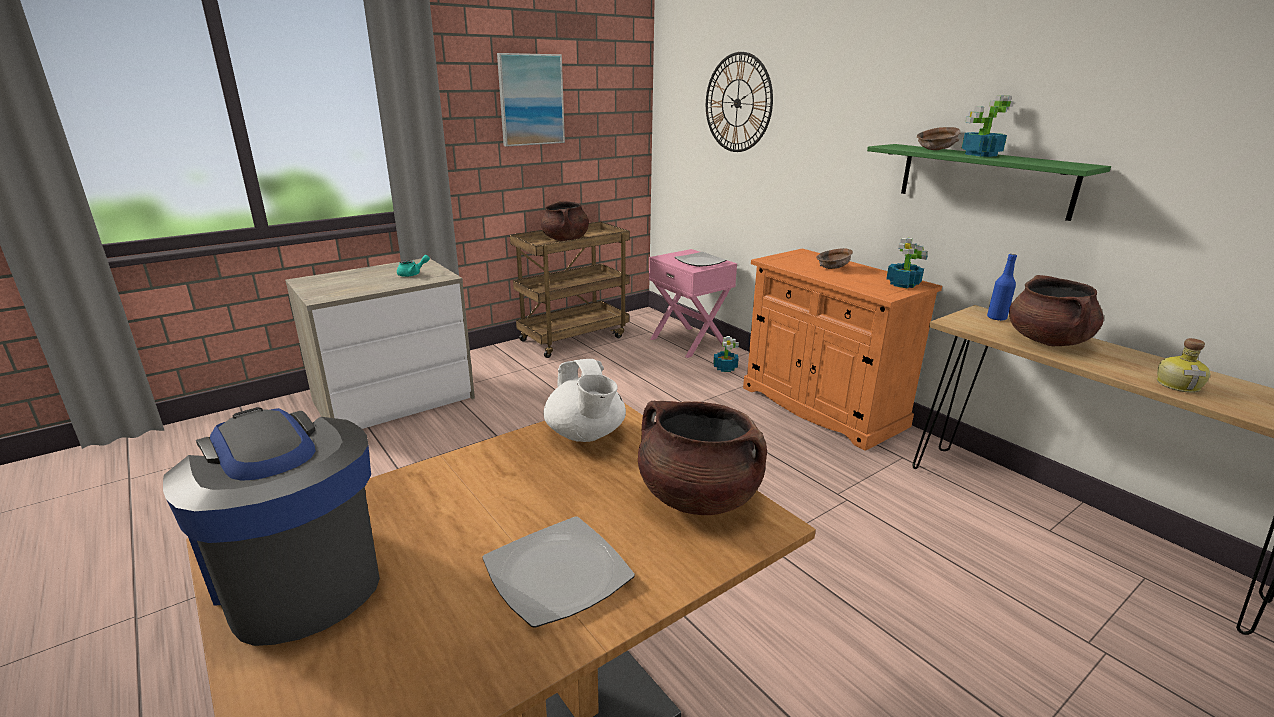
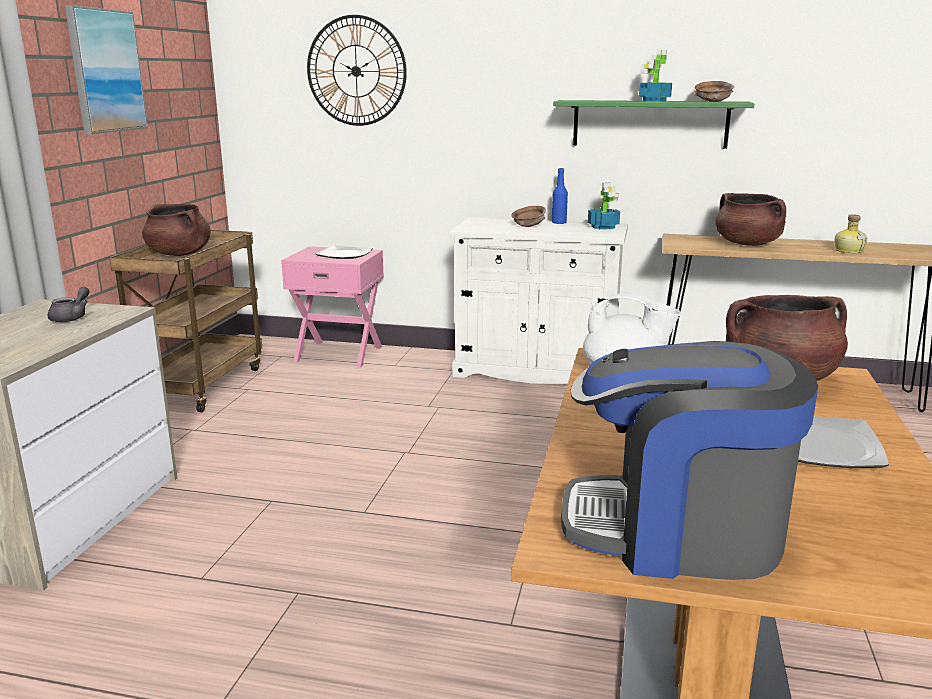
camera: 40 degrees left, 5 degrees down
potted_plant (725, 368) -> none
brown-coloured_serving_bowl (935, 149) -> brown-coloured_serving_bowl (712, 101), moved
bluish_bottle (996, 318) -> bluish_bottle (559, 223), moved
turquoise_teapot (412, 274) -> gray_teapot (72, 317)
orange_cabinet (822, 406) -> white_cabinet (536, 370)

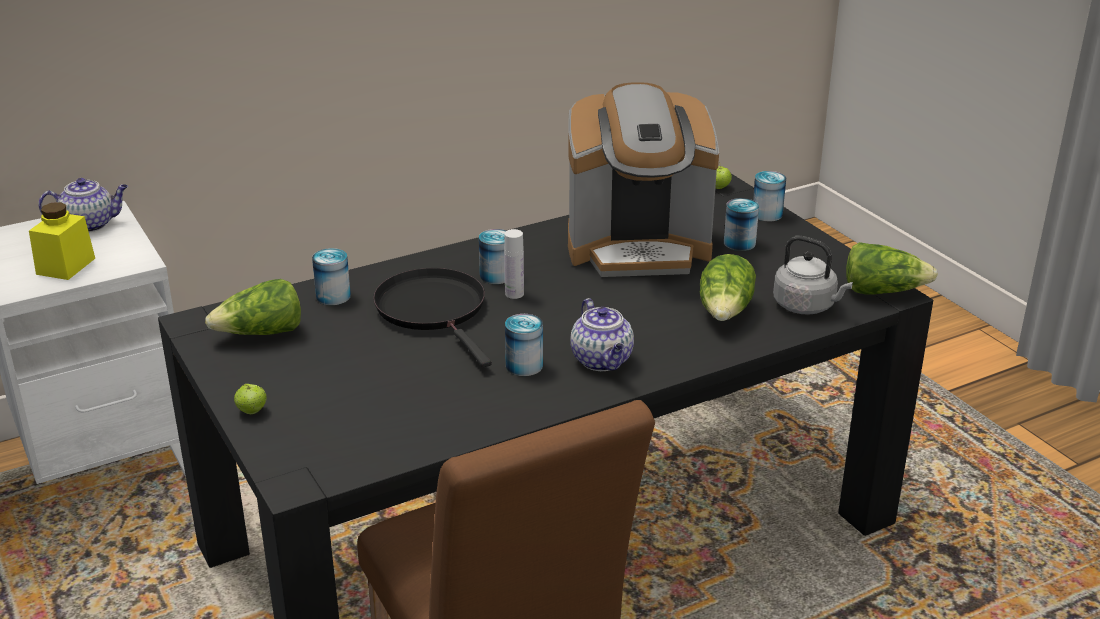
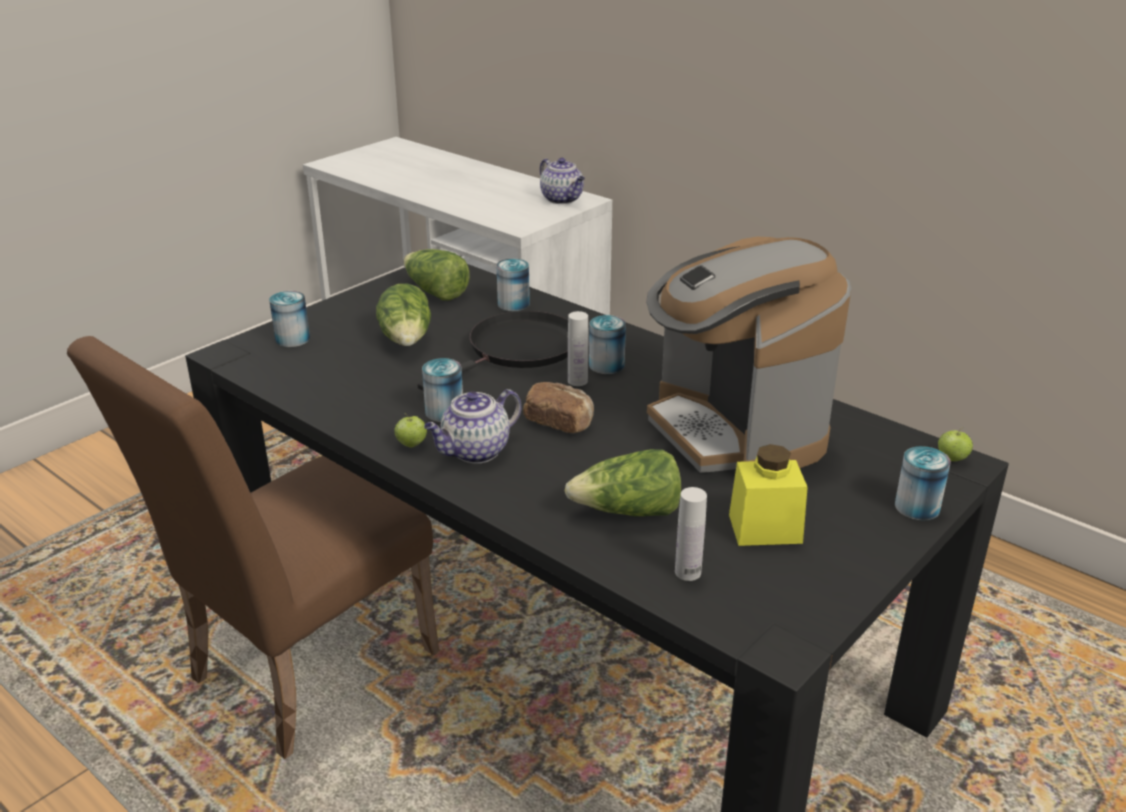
camera: 70 degrees right, 0 degrees up
none -> bread (559, 422)
yellow-coloured_preserve_jar (66, 266) -> yellow-coloured_preserve_jar (765, 529), moved
apple (252, 411) -> apple (411, 444), moved
metal_can (739, 243) -> metal_can (292, 339), moved
head_of_lettuce (882, 291) -> head_of_lettuce (407, 340), moved
gray_water_kettle (807, 306) -> white_bottle (688, 572)

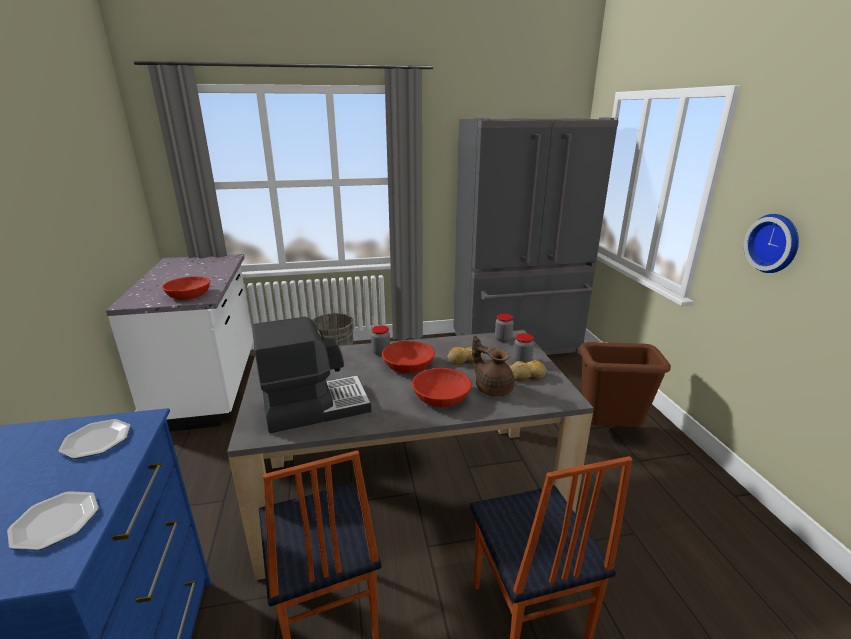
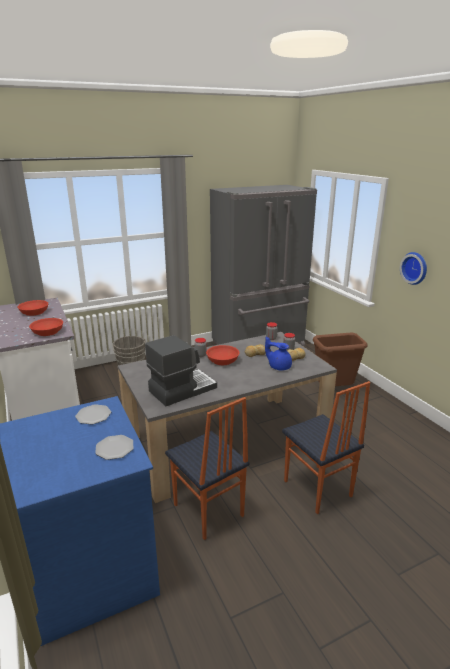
camera: 15 degrees left, 0 degrees up
red-coloured_serving_bowl (441, 396) -> red-coloured_serving_bowl (34, 312), moved
brown-coloured_teapot (492, 388) -> bluish_teapot (279, 366)

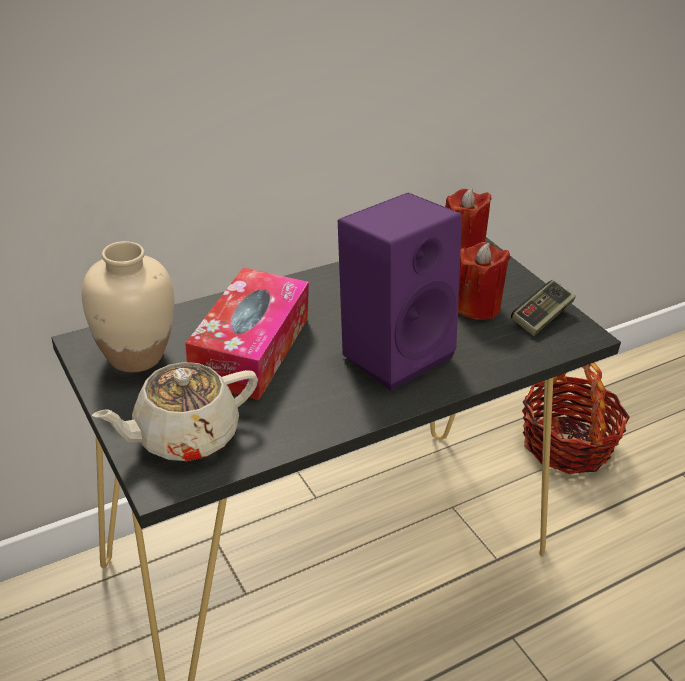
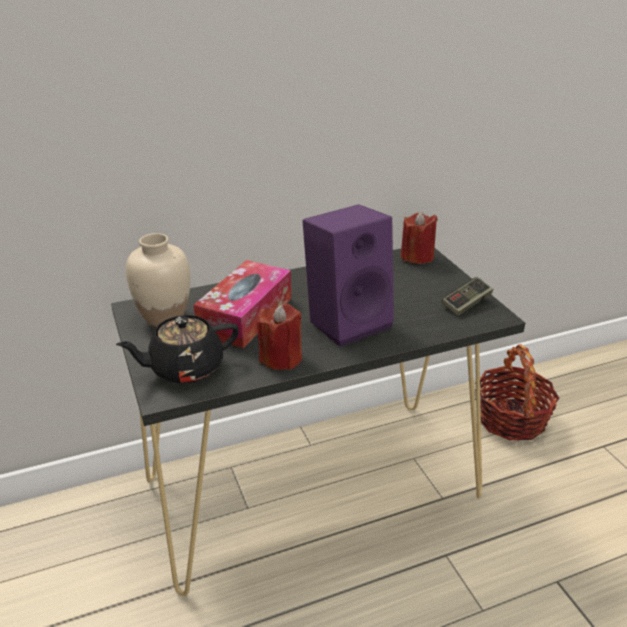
camera: 10 degrees right, 5 degrees down
red-coloured_candle (475, 306) -> red-coloured_candle (281, 358), moved
beige-coloured_teapot (184, 436) -> blackish_teapot (185, 368)

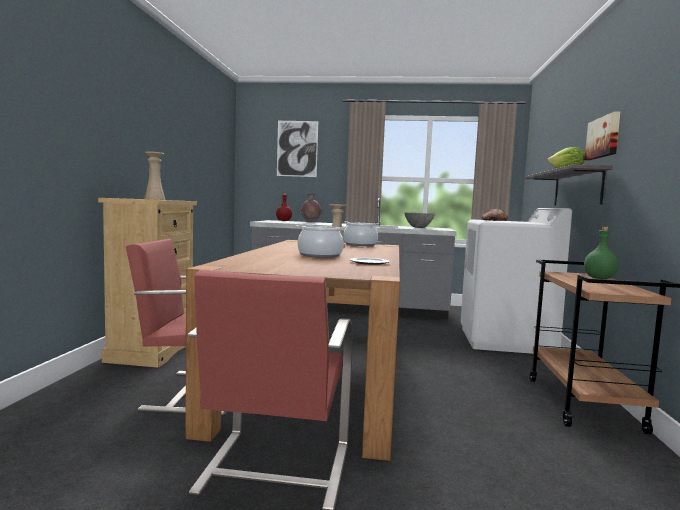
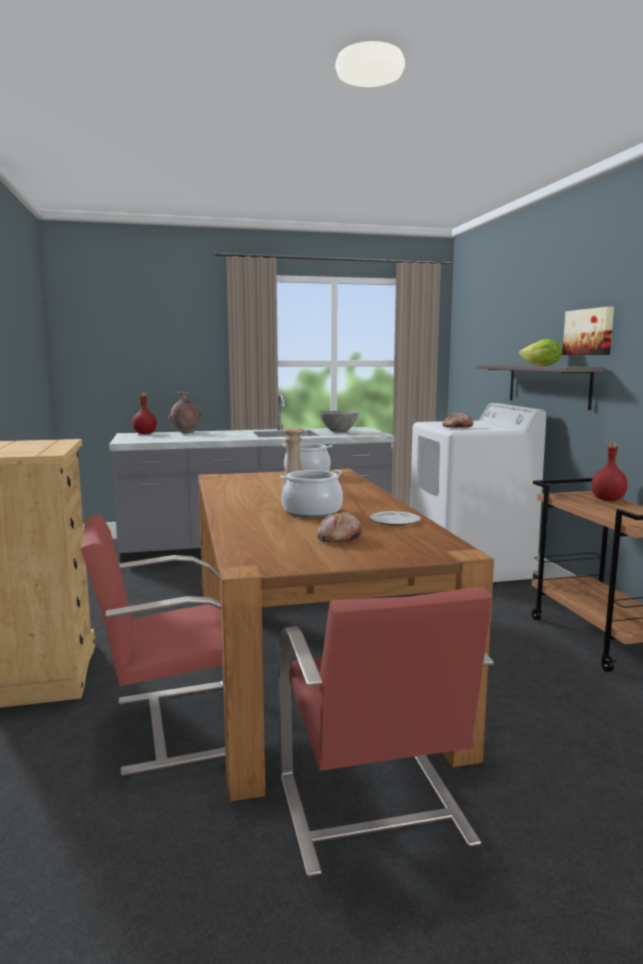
camera: 20 degrees left, 5 degrees up
beige-coloured_flower_vase (154, 199) -> none
picture (297, 148) -> none
none -> bread (338, 538)
green_bottle (600, 278) -> red-coloured_bottle (608, 499)

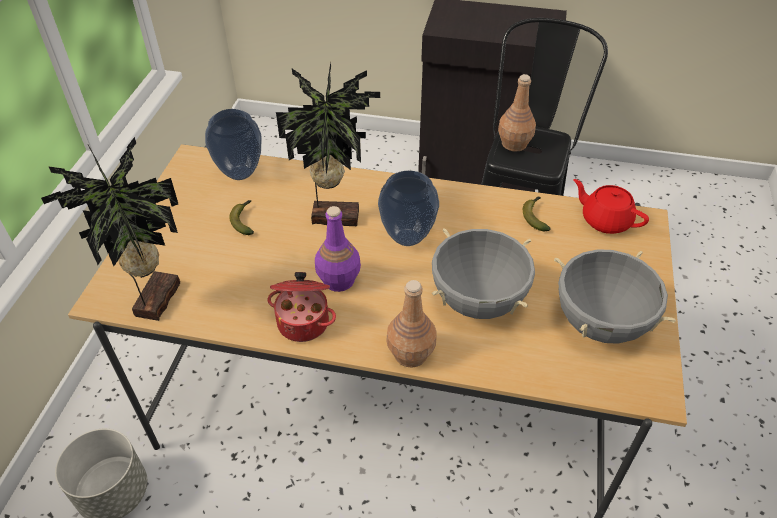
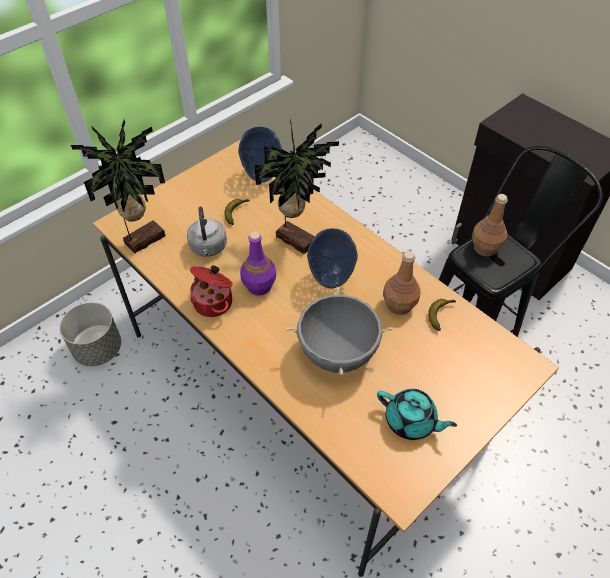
camera: 35 degrees right, 5 degrees up
red-coloured_teapot (605, 220) -> none
none -> gray_water_kettle (208, 248)
brown-coloured_bottle (410, 354) -> brown-coloured_bottle (398, 305), moved
gray_cooking_pot (600, 323) -> turquoise_teapot (411, 421)

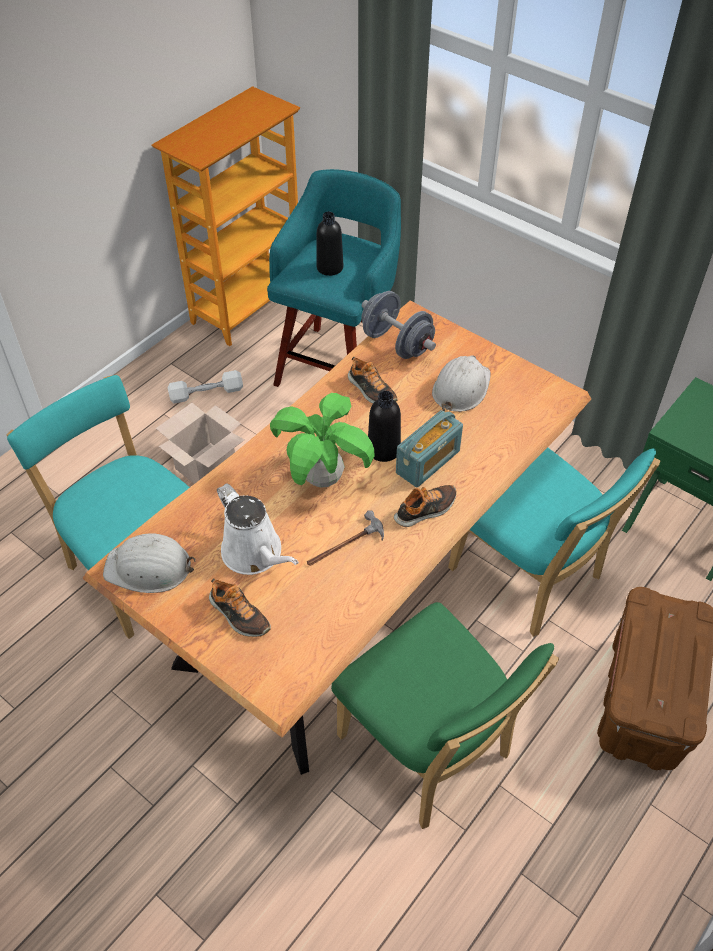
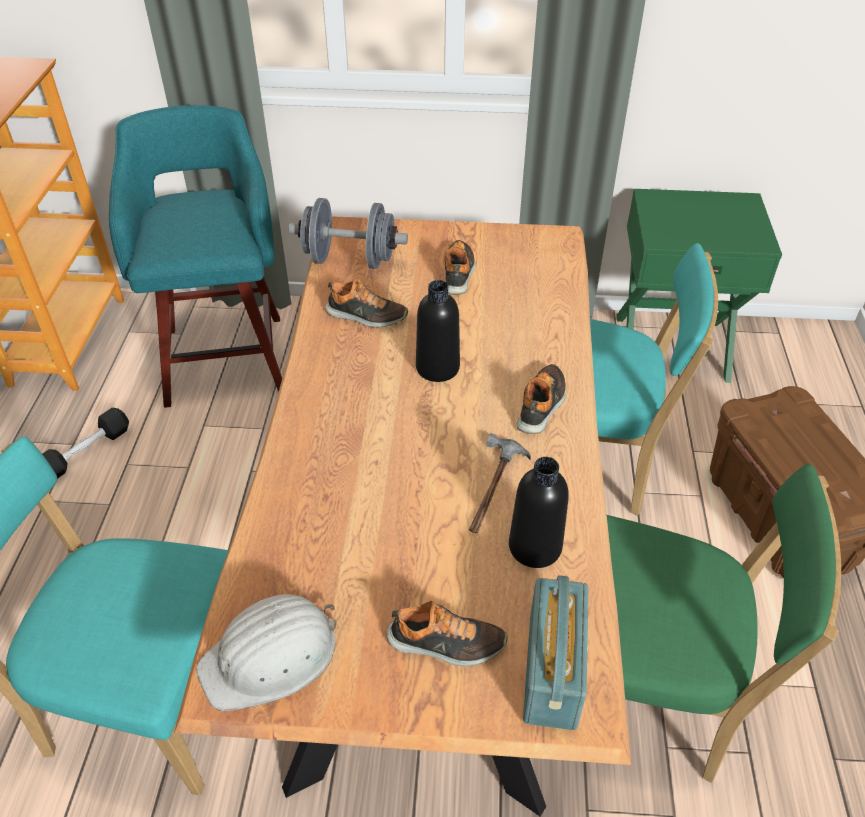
camera: 35 degrees left, 5 degrees down
carton (206, 464) -> none
white_watering_pot (255, 554) -> none
potted_plant (322, 478) -> none
blackish_bottle (330, 267) -> blackish_bottle (535, 547), moved
radio_set (428, 462) -> radio_set (553, 670), moved
white_work_helmet (461, 388) -> low_shoe (458, 273)
white_hand_weight (206, 393) -> blackish_hand_weight (86, 452)

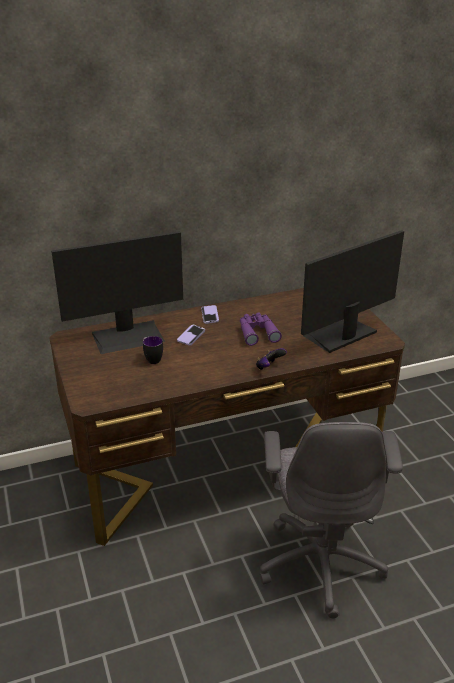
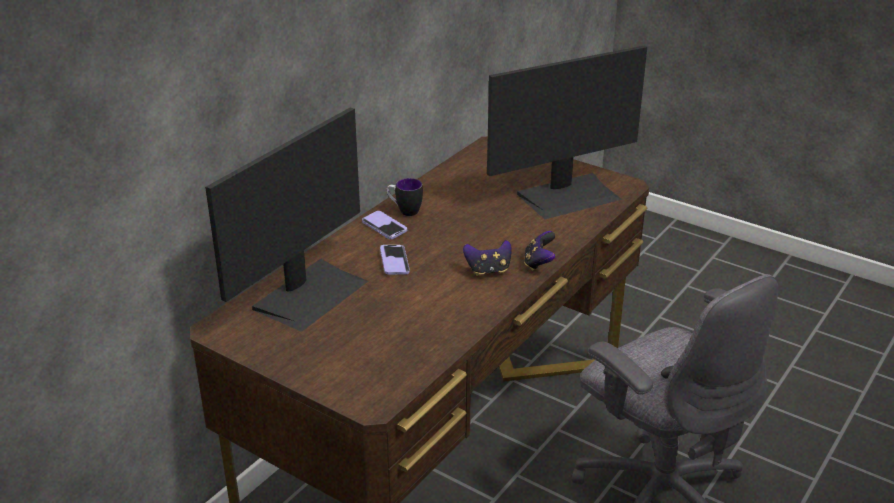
camera: 35 degrees left, 0 degrees up
purplish_binoculars (257, 333) -> none
none -> joypad (488, 270)
coffee_mug (152, 359) -> coffee_mug (404, 211), moved
monitor (341, 335) -> monitor (568, 195), 135 degrees counterclockwise

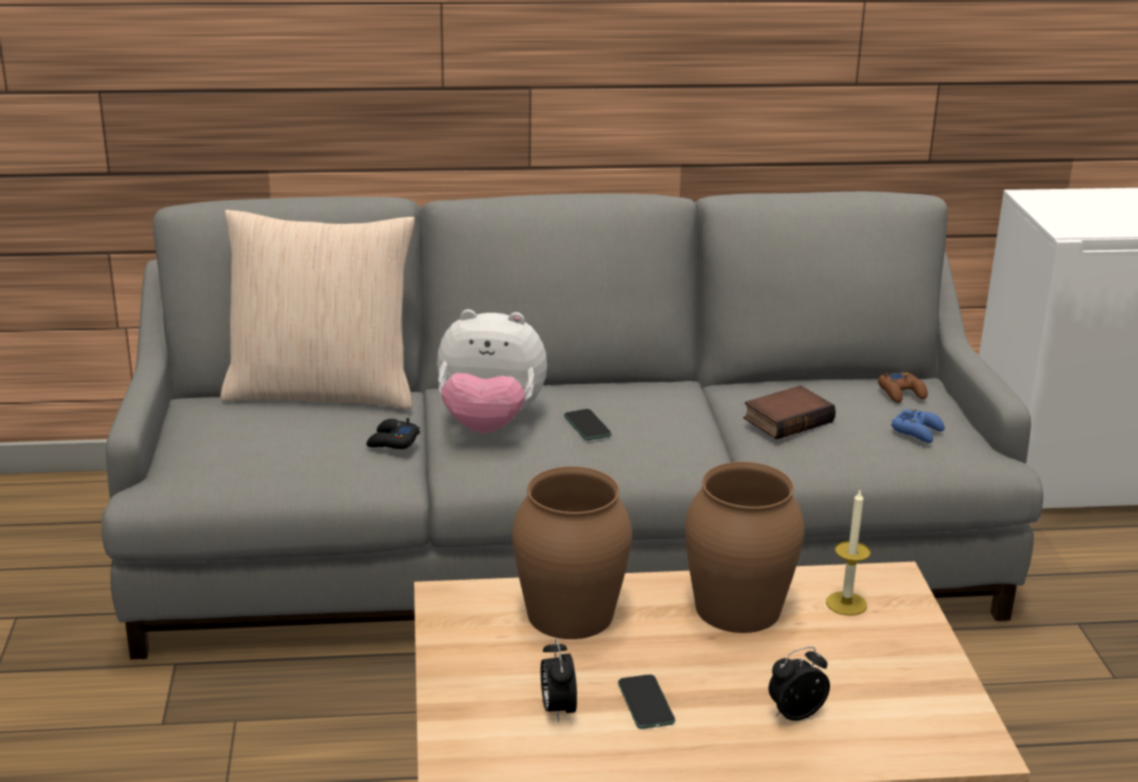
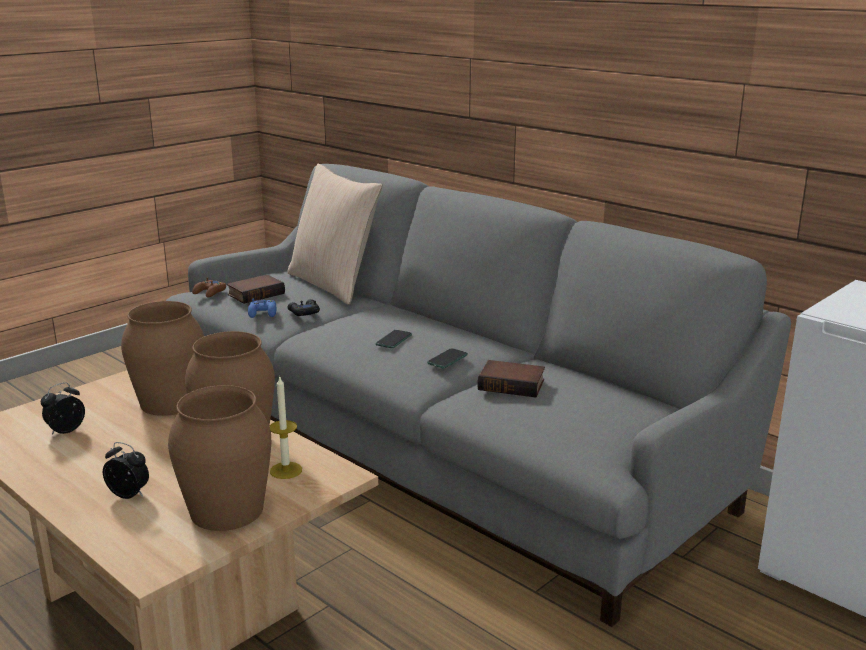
camera: 50 degrees right, 5 degrees down
cuddly_toy (489, 424) -> none
none -> brown-coloured_flower_vase (228, 510)
none -> book (256, 293)
telephone (646, 703) -> telephone (447, 359), moved
brown-coloured_joypad (902, 393) -> brown-coloured_joypad (210, 292), moved
bluish_joypad (917, 431) -> bluish_joypad (263, 313), moved

